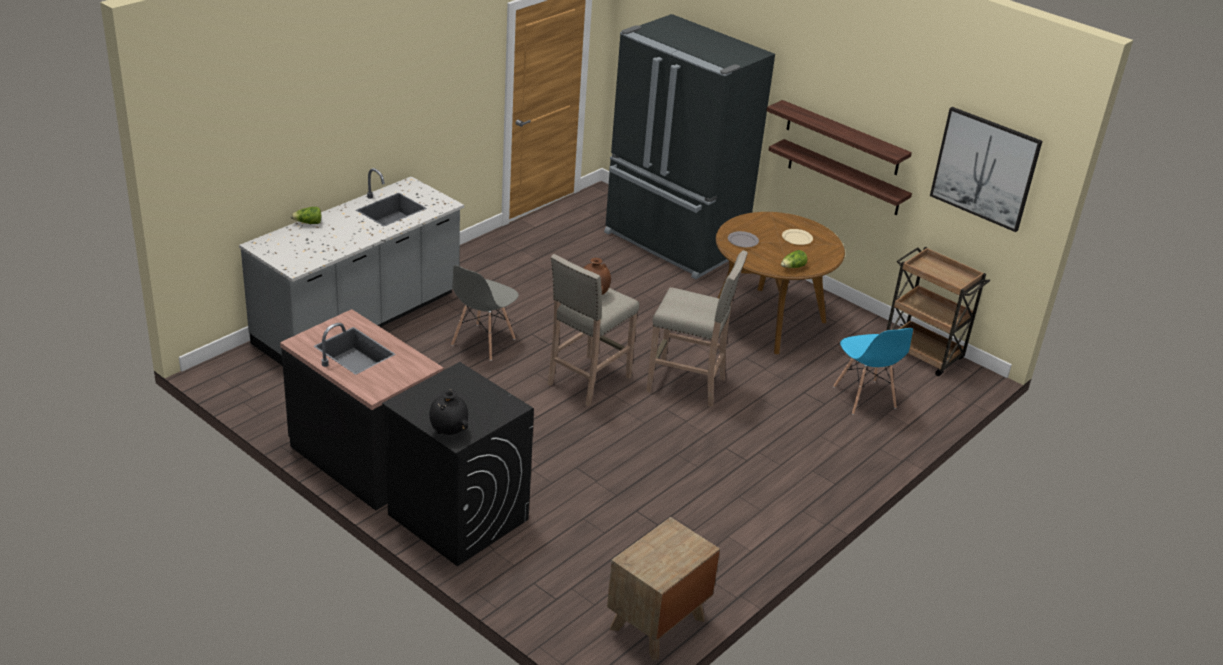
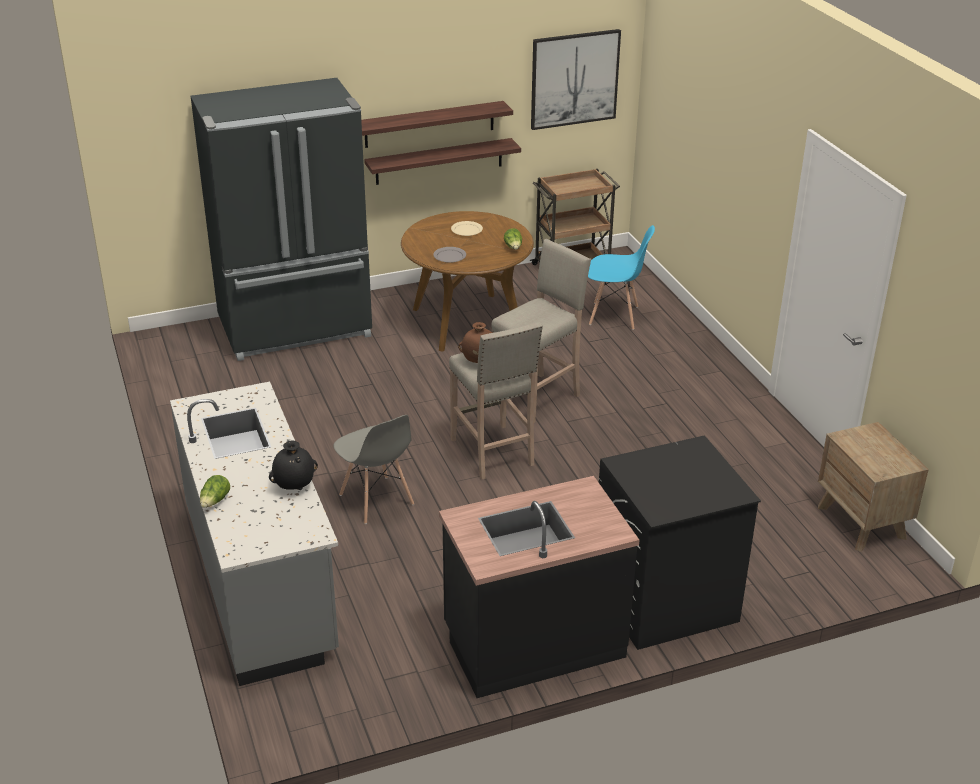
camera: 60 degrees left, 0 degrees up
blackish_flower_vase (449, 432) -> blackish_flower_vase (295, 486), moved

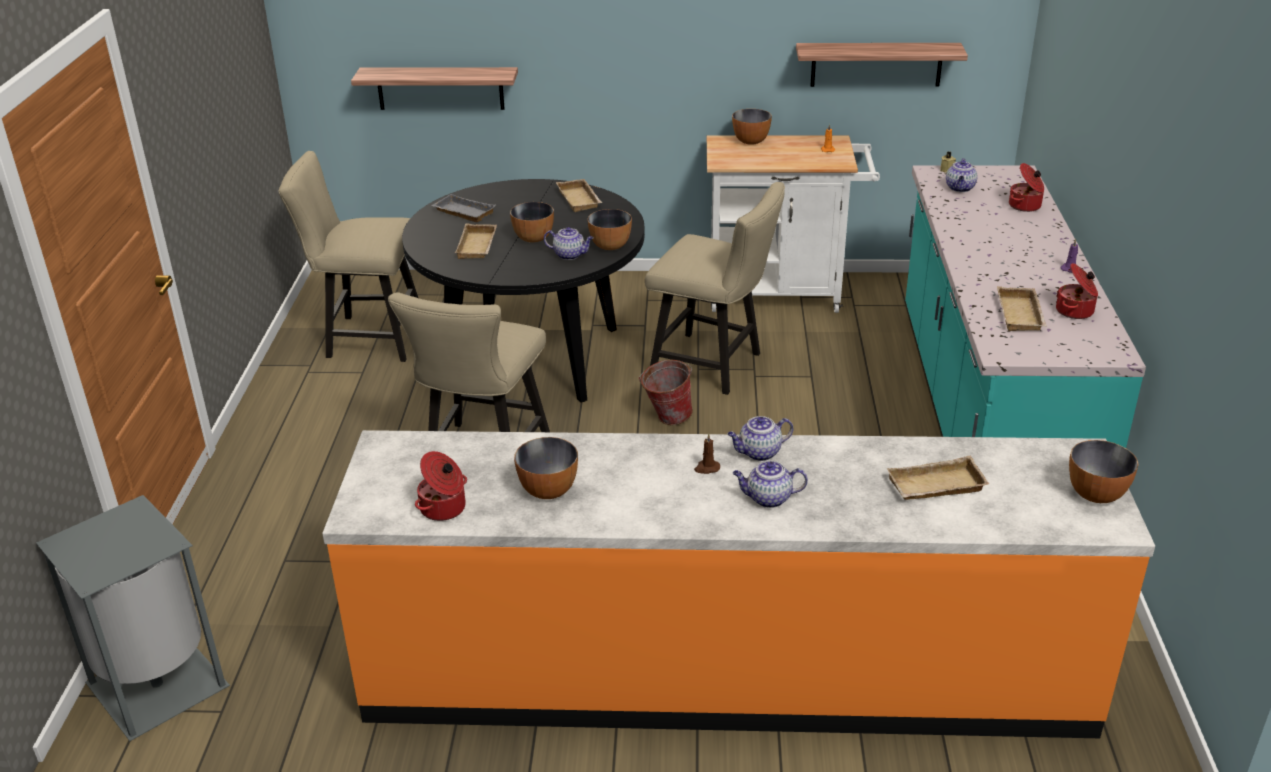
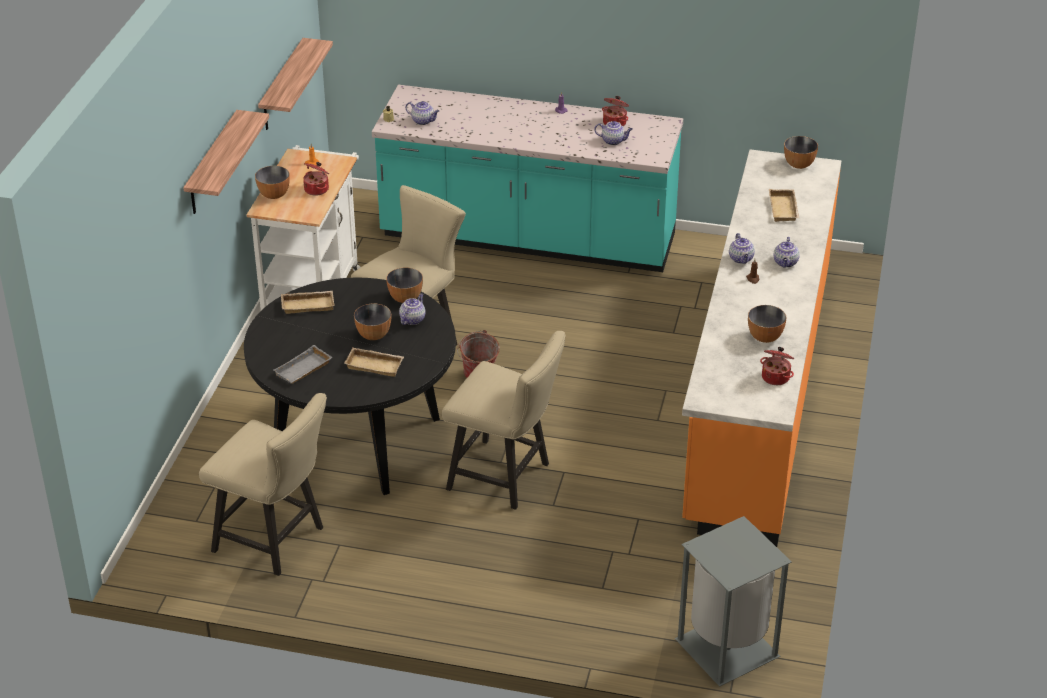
camera: 80 degrees left, 5 degrees up
shelf (440, 88) -> shelf (212, 164), moved
cooking_pot (1025, 206) -> cooking_pot (317, 189), moved
beige-coloured_serving_tray (1022, 315) -> teapot (613, 141)
beige-coloured_plain_chair (367, 337) -> beige-coloured_plain_chair (275, 541), 75 degrees counterclockwise

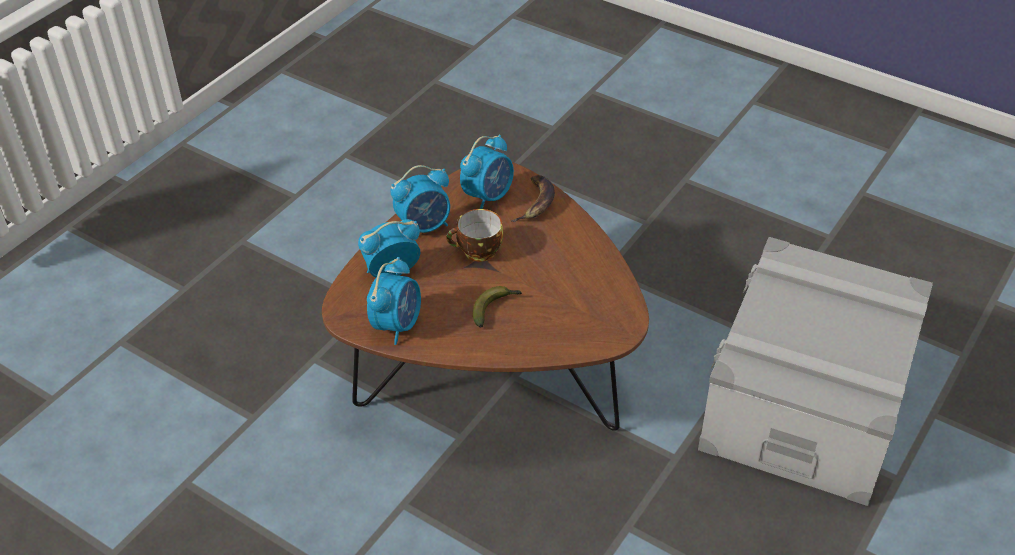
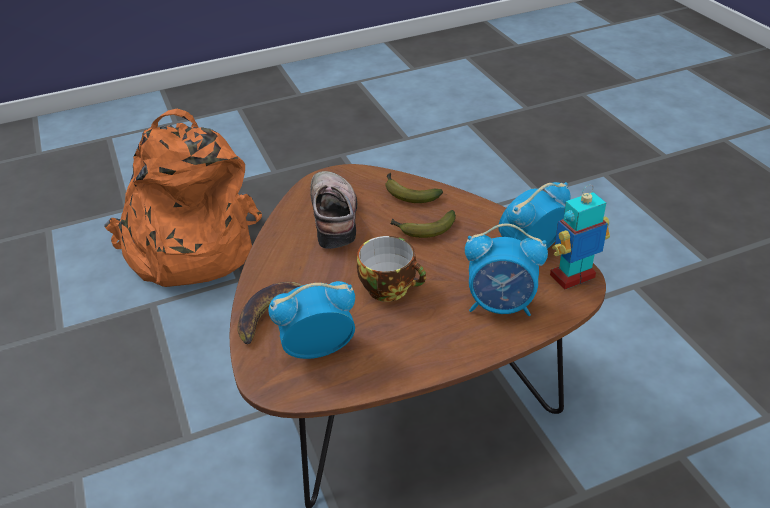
camera: 145 degrees left, 5 degrees down
alarm_clock (424, 226) -> none
none -> low_shoe (336, 216)
none -> banana_fruit (408, 194)
none -> toy_robot (573, 277)
gray_storage_container (807, 402) -> orange_backpack (189, 248)

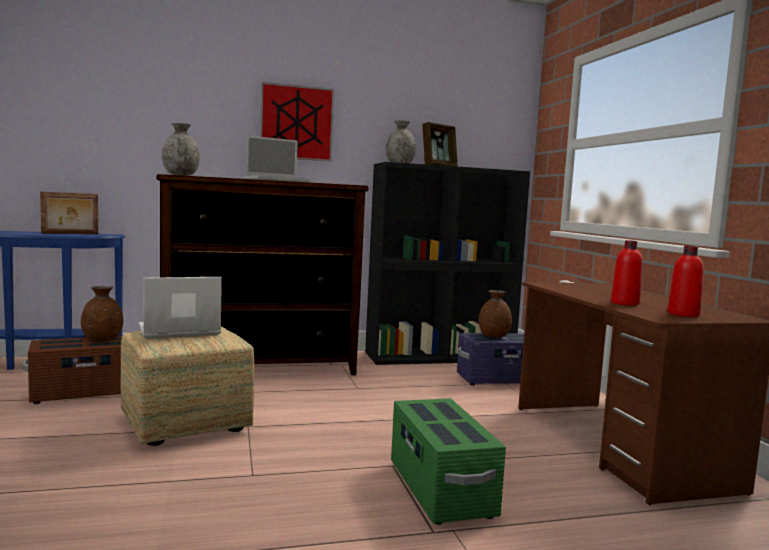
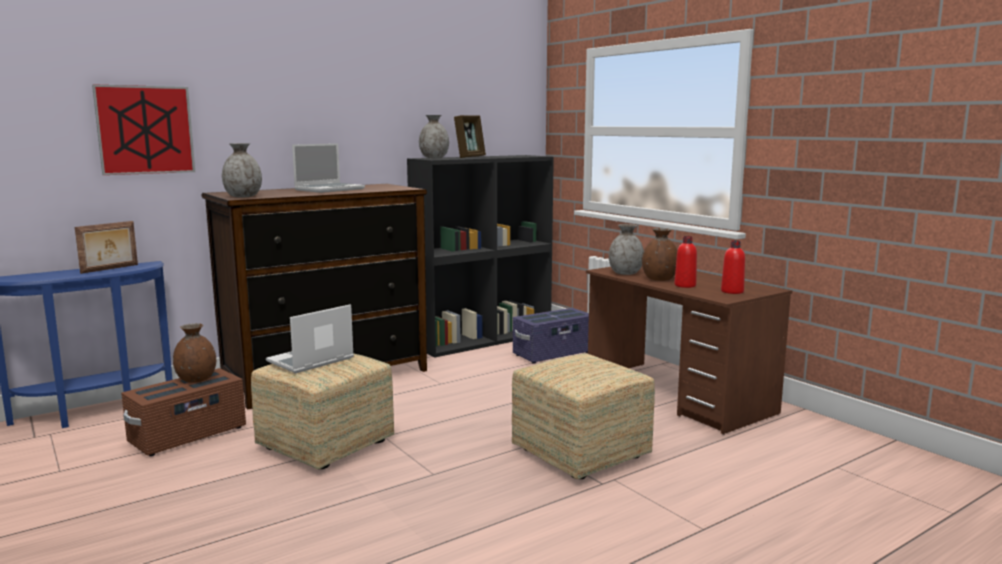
camera: 20 degrees left, 5 degrees up
none -> gray_flower_vase (625, 273)
picture (296, 122) -> picture (145, 130), moved
brown-coloured_flower_vase (494, 336) -> brown-coloured_flower_vase (659, 279), moved
green_storage_container (440, 489) -> footrest (582, 454)

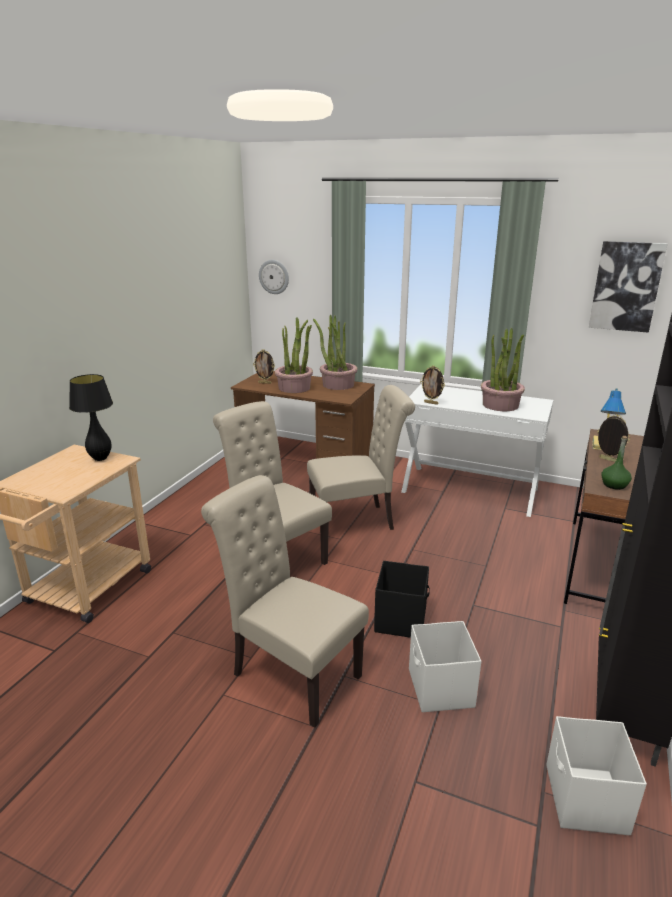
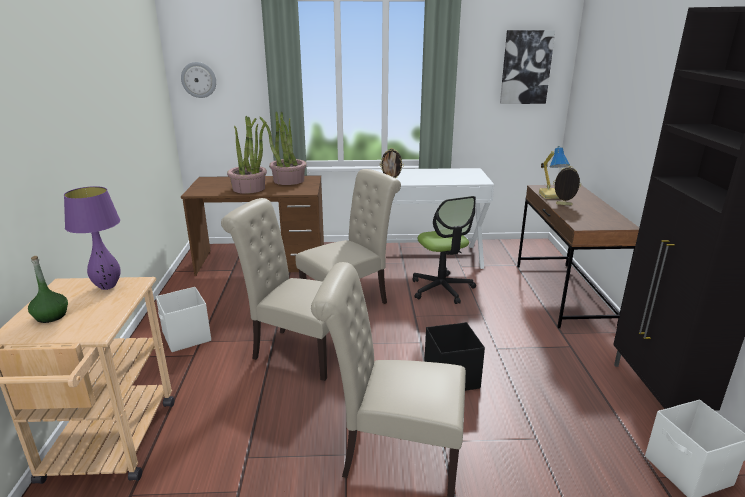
camera: 25 degrees left, 0 degrees up
photo_frame (265, 383) -> none
potted_plant (500, 405) -> none
none -> office_chair (442, 289)
white_storage_container (440, 689) -> white_storage_container (186, 337), moved
green_bottle (614, 485) -> green_bottle (51, 316), moved
blackish_lamp_for_a_table (100, 458) -> purplish_lamp_for_a_table (108, 286)

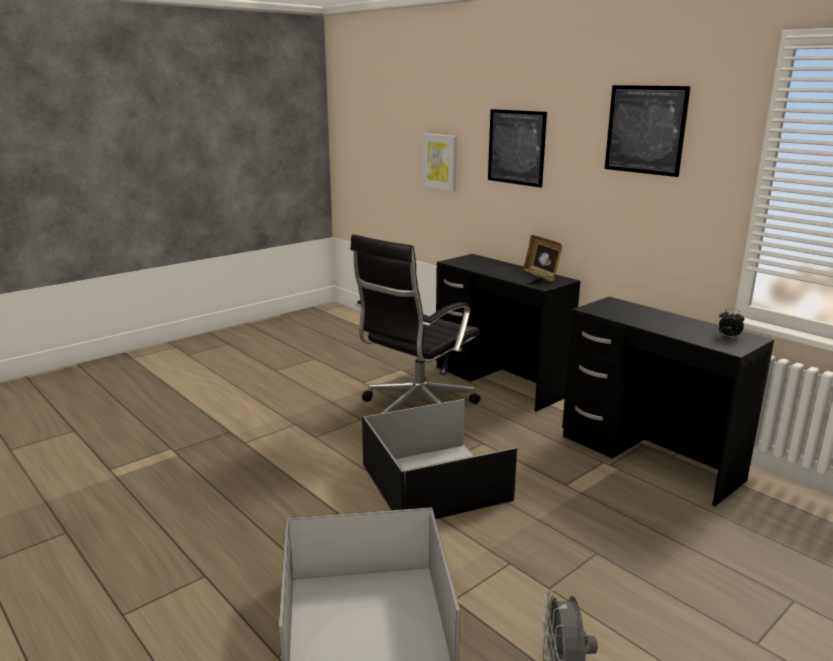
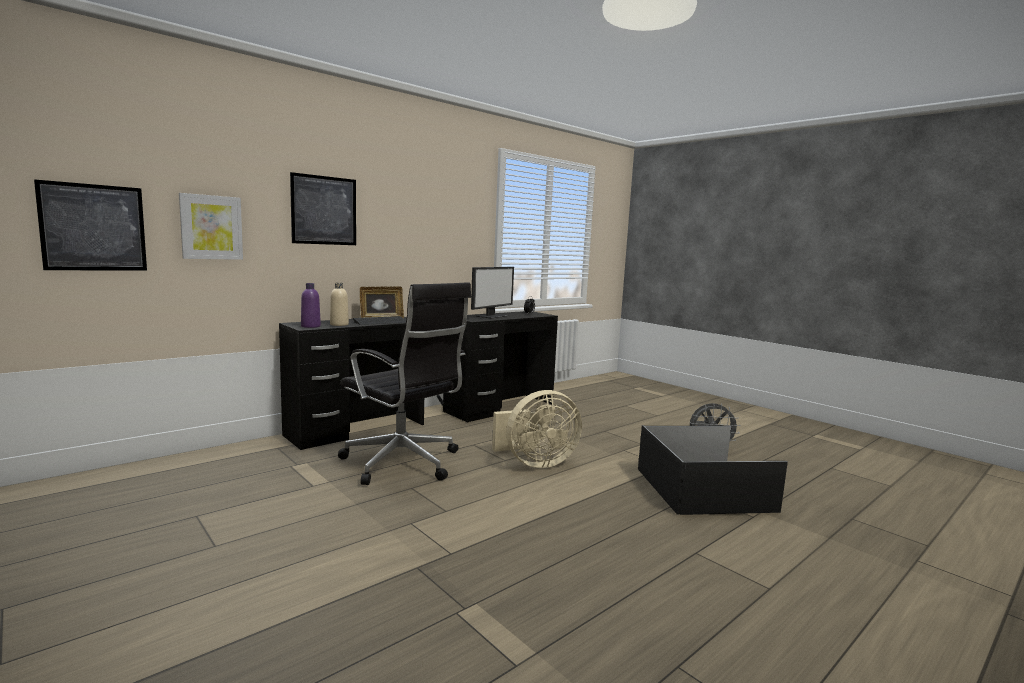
camera: 90 degrees left, 10 degrees down
none -> purplish_bottle (310, 326)
none -> beige-coloured_bottle (339, 324)
none -> monitor (492, 316)
picture (645, 130) -> picture (93, 227), moved
blackish_storage_container (436, 483) -> beige-coloured_cooling_fan (535, 463)

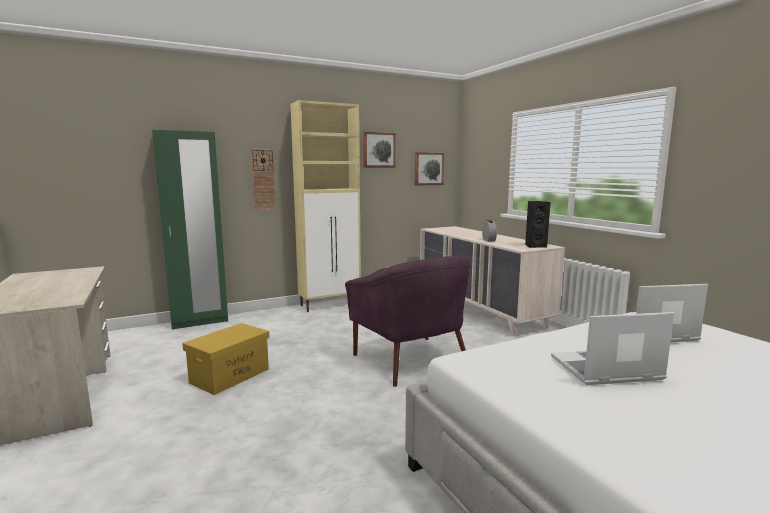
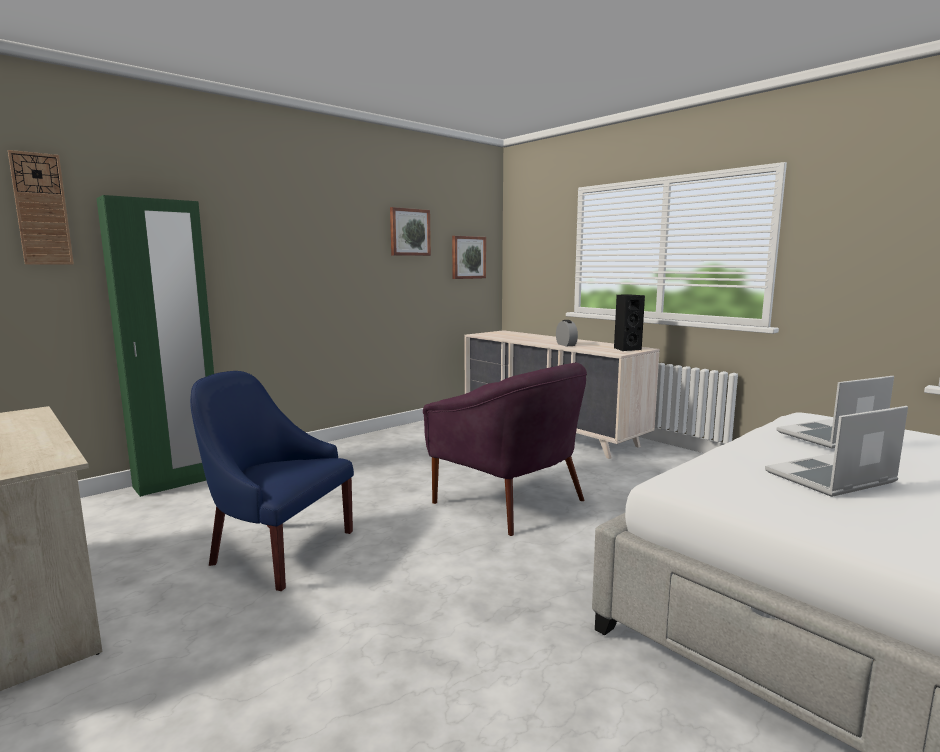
camera: 15 degrees left, 0 degrees up
beige-coloured_cabinet (330, 305) -> none
hanging_clock (263, 179) -> hanging_clock (41, 209), moved
yellow-coloured_storage_container (230, 375) -> bluish_lounge_chair (278, 550)

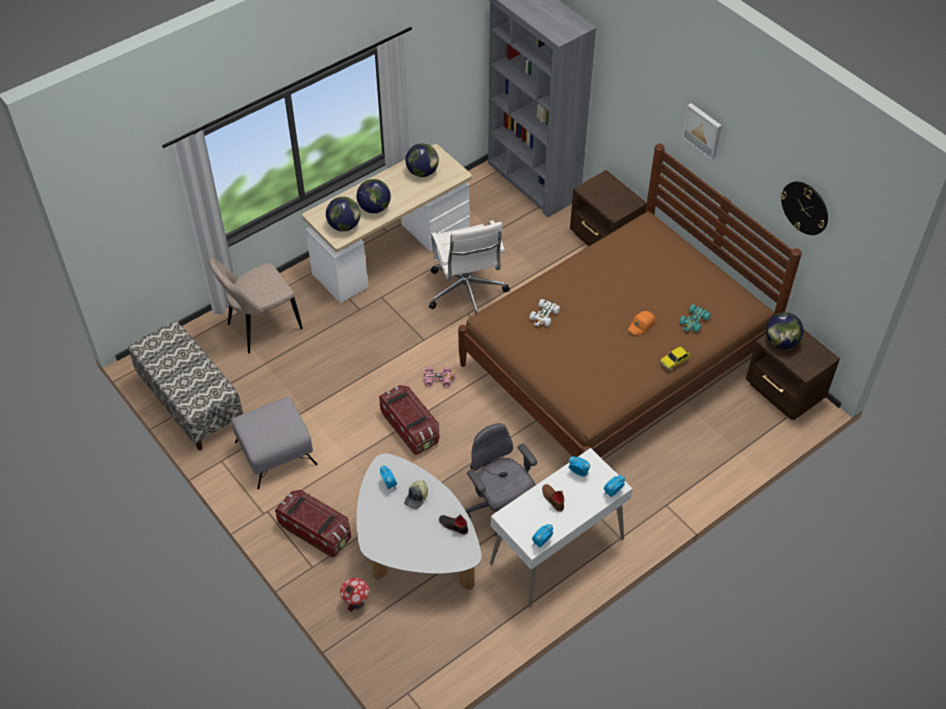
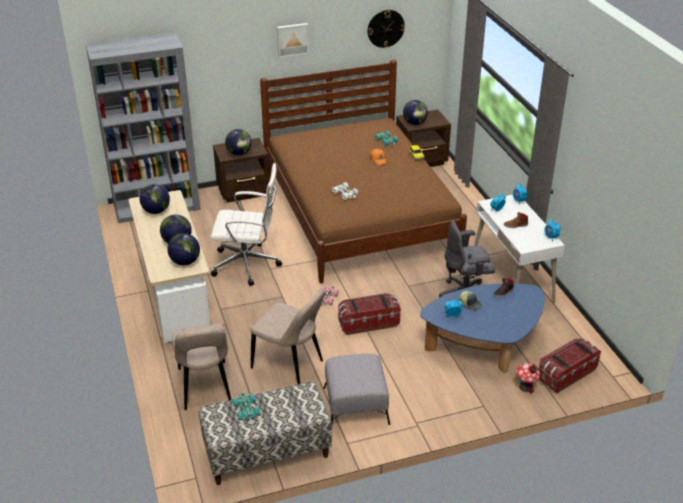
camera: 70 degrees left, 15 degrees down
none -> desk_globe (239, 153)
none -> turquoise_toy_car (246, 409)
none -> beige-coloured_plain_chair (290, 365)
storage_container (316, 531) -> storage_container (566, 374), moved
white_lounge_table (414, 547) -> bluish_lounge_table (484, 345)

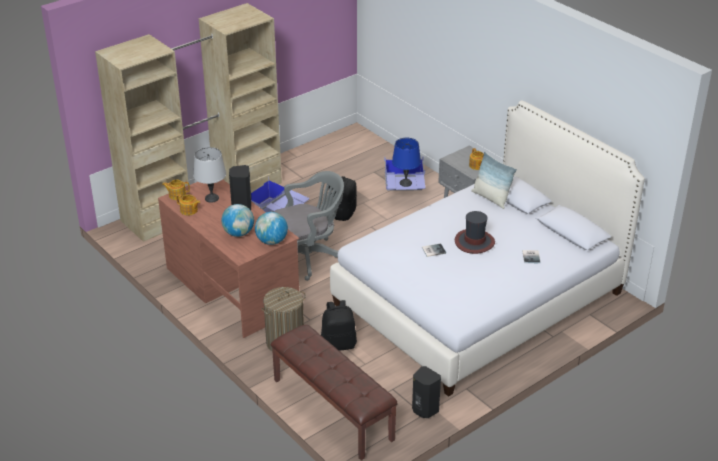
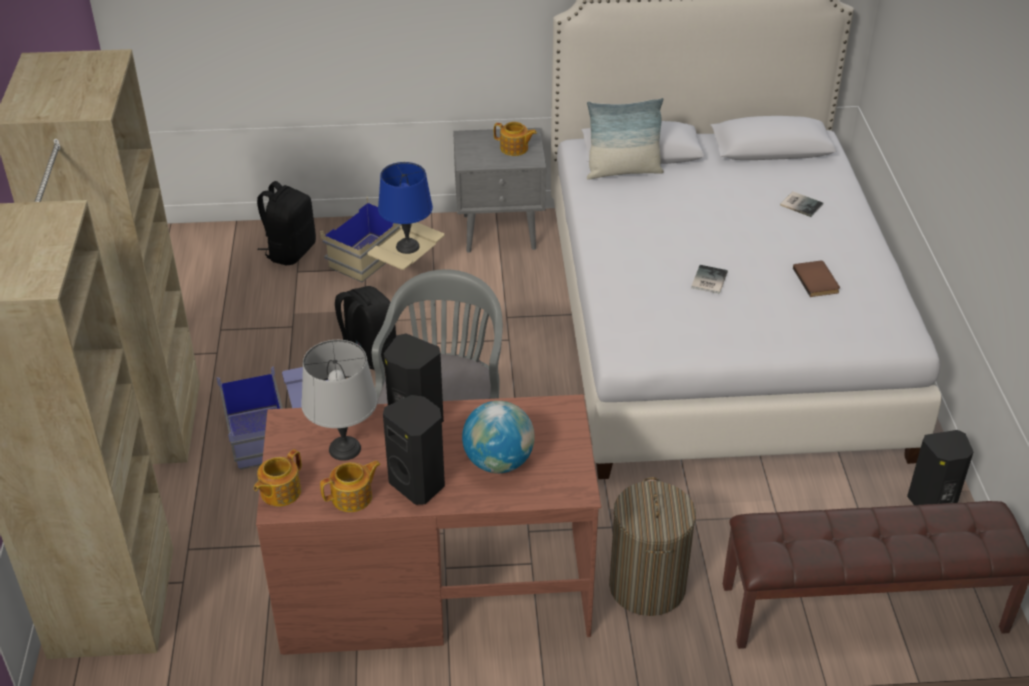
camera: 55 degrees left, 5 degrees up
desk_globe (271, 241) -> none
wearable_hat (474, 242) -> none
none -> blackish_audio_speaker (419, 484)
none -> brown-coloured_book (817, 280)
blackish_backpack (339, 344) -> blackish_backpack (290, 251), moved
bluish_storage_container (404, 192) -> beige-coloured_storage_container (386, 268)

